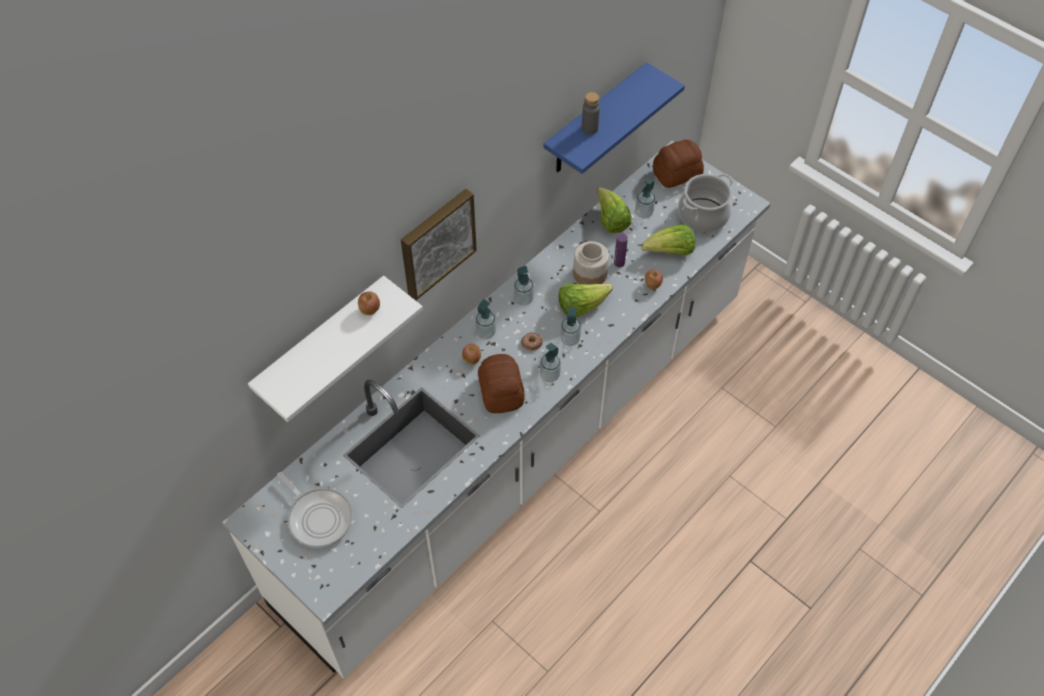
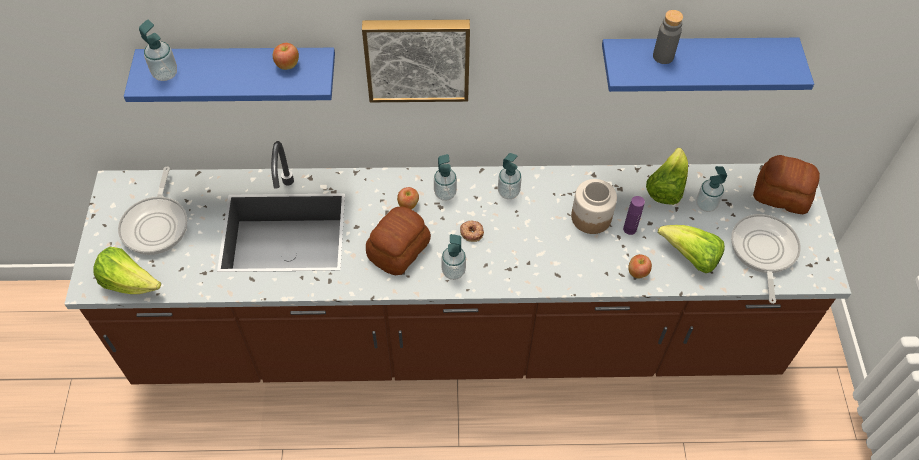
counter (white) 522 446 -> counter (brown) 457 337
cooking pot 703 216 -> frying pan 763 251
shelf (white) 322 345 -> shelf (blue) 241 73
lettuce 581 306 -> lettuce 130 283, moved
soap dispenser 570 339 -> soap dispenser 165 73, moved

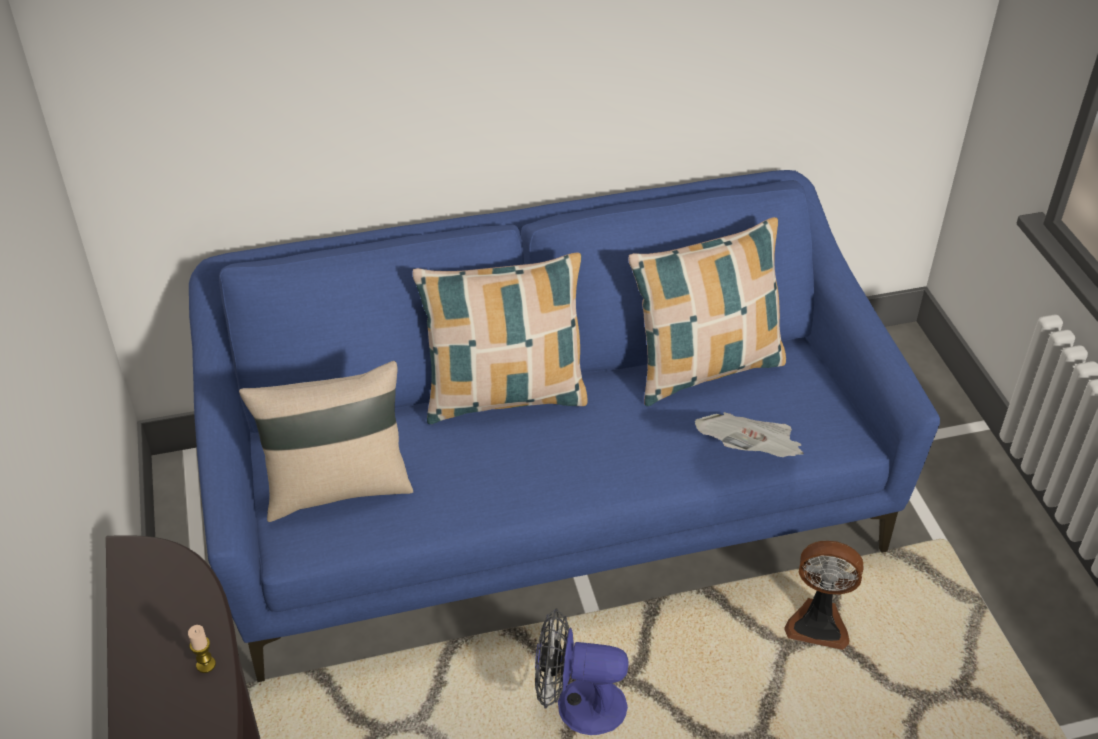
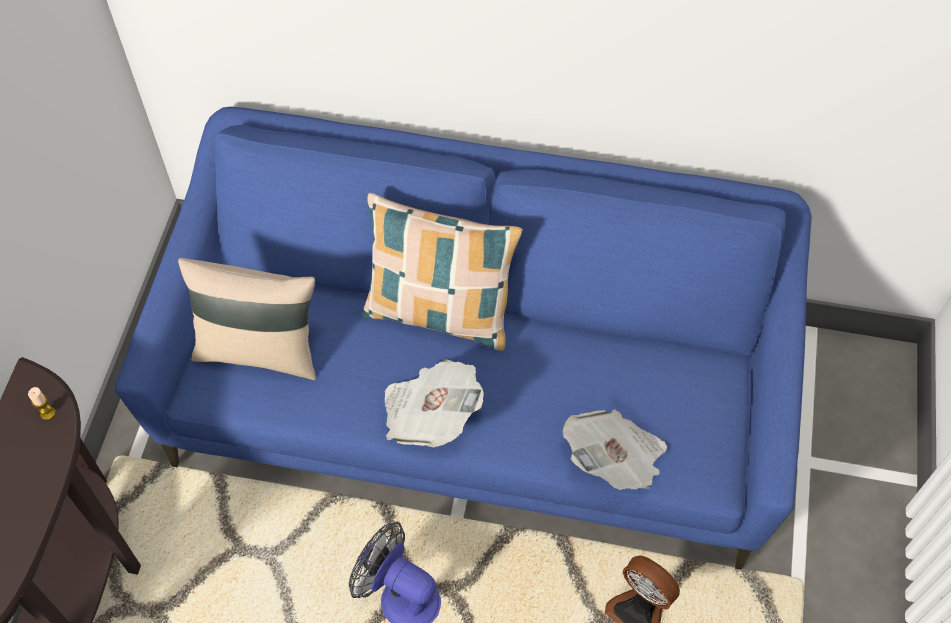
pillow 705 369 -> none
candle 206 664 -> candle 48 413, moved
none -> newspaper 430 415

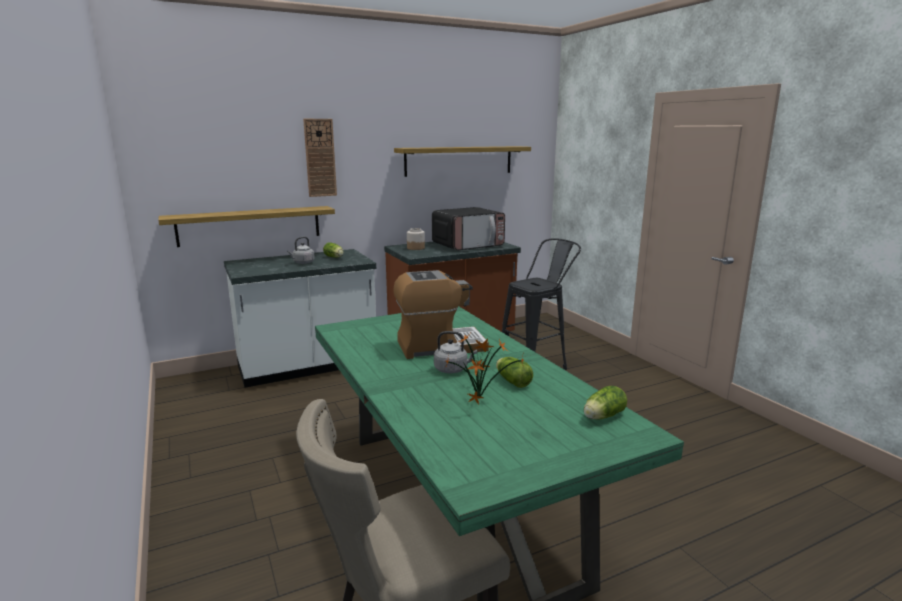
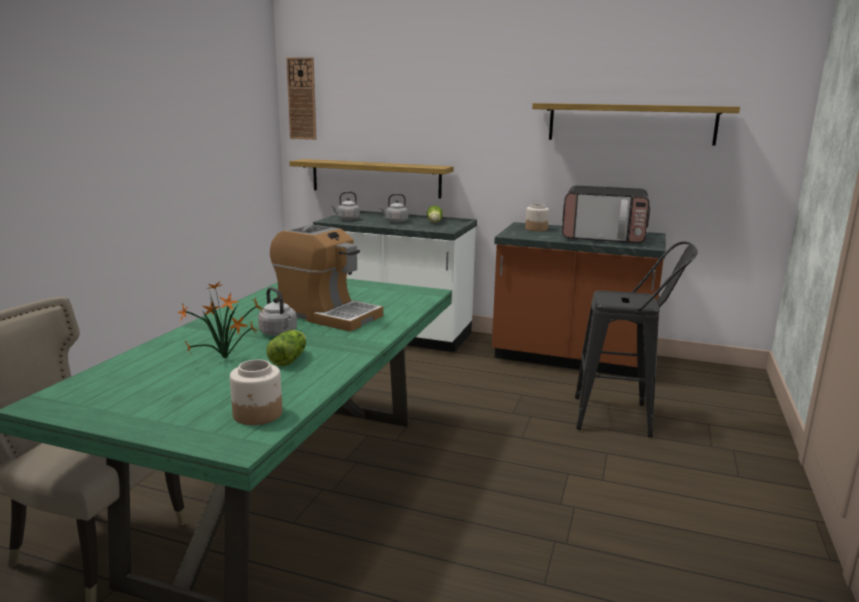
wall clock 320 158 -> wall clock 302 99, moved
lettuce 602 416 -> jar 258 414
none -> kettle (grey) 347 219

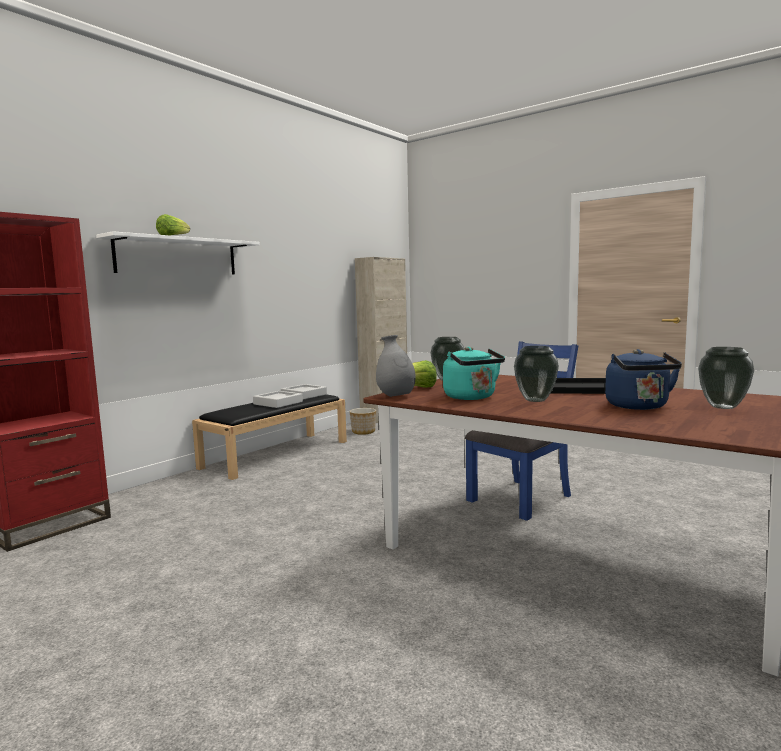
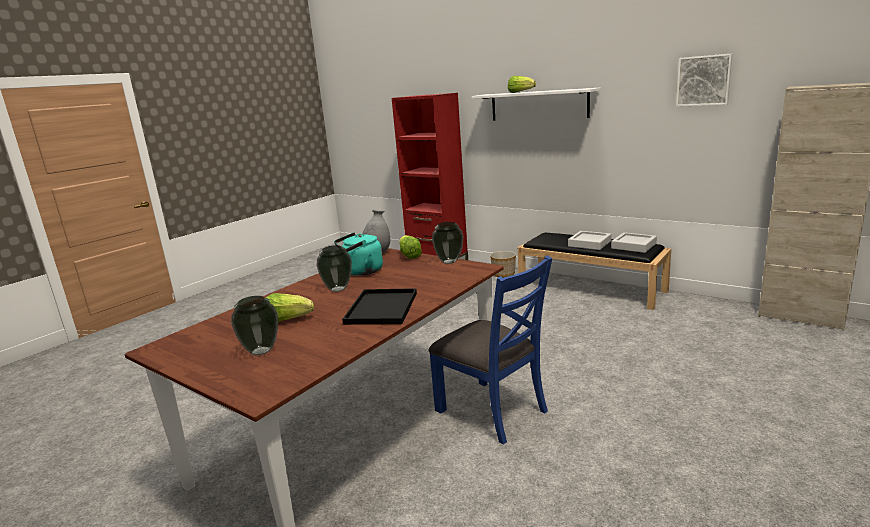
kettle (blue) 639 407 -> lettuce 287 320
planter 363 432 -> planter 504 274, moved
none -> picture 704 80

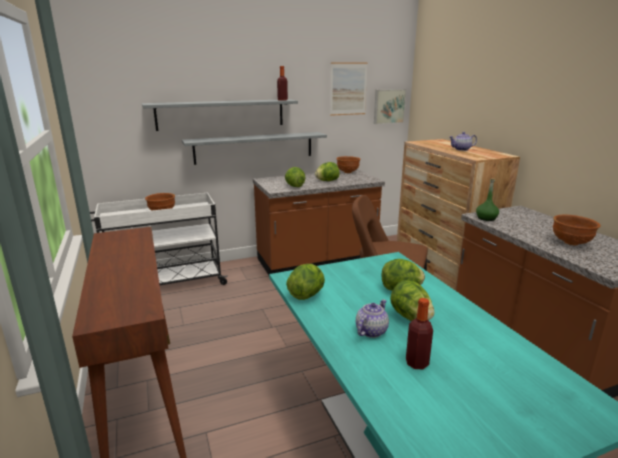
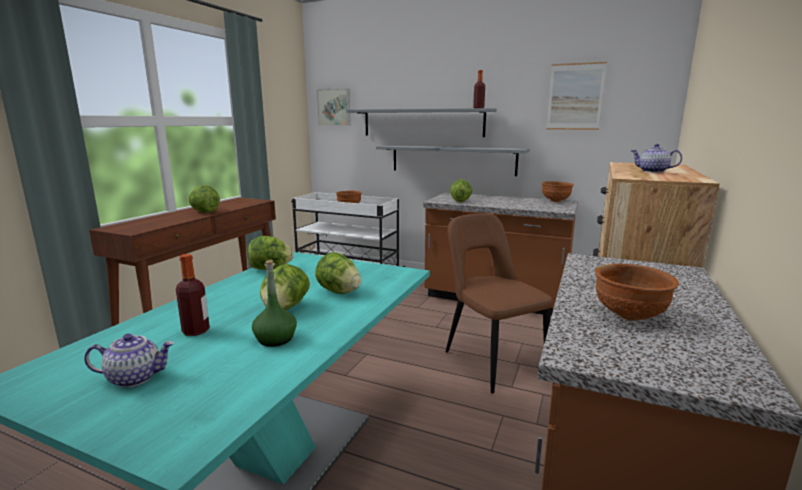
picture 388 106 -> picture 334 107, moved
lettuce 327 181 -> lettuce 204 212, moved
bottle (green) 486 218 -> bottle (green) 275 339, moved
teapot 371 331 -> teapot 135 377, moved

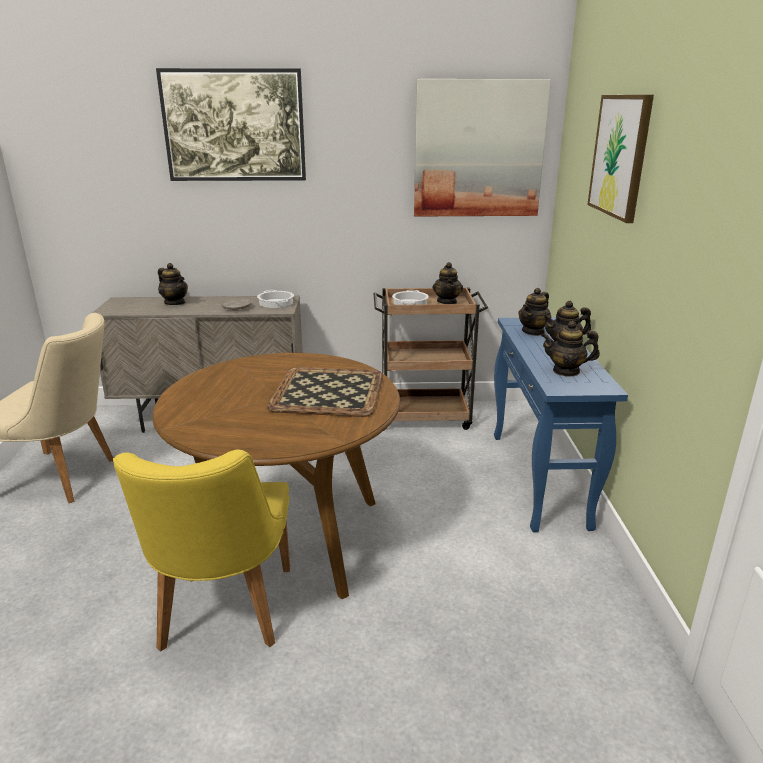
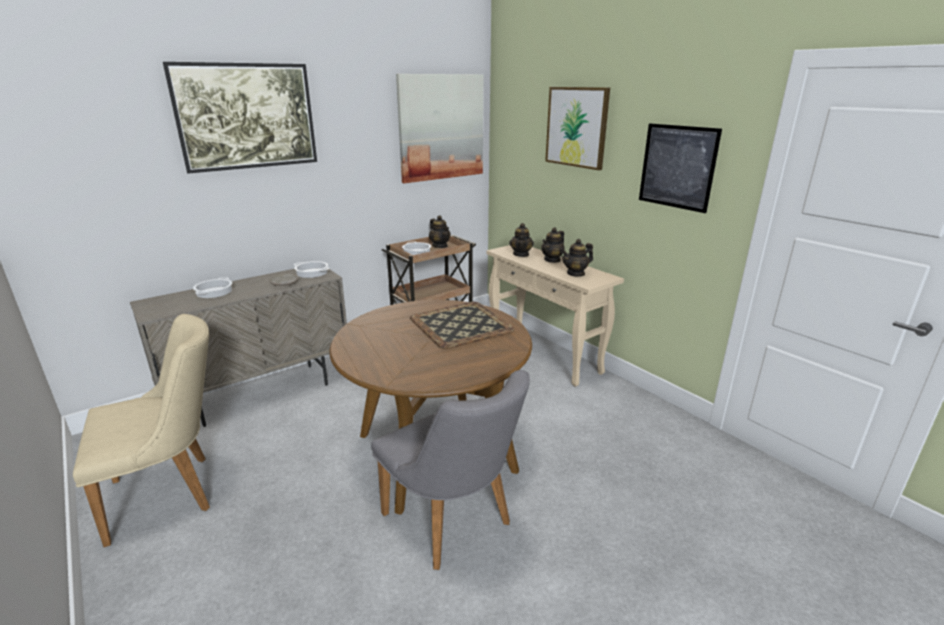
teapot 175 303 -> cooking pot 214 292
console table (blue) 539 479 -> console table (beige) 545 355
chair (yellow) 222 617 -> chair (grey) 454 524
none -> picture 677 167

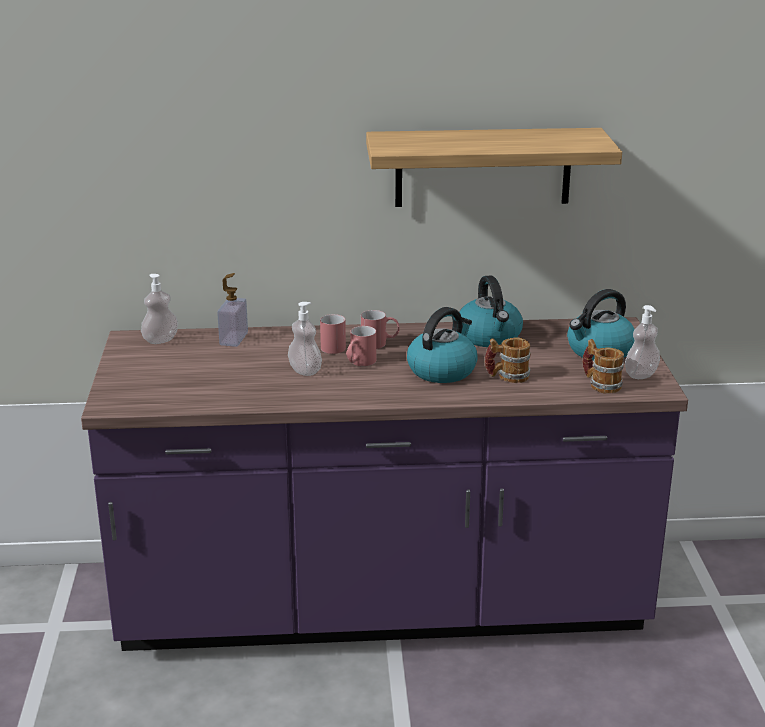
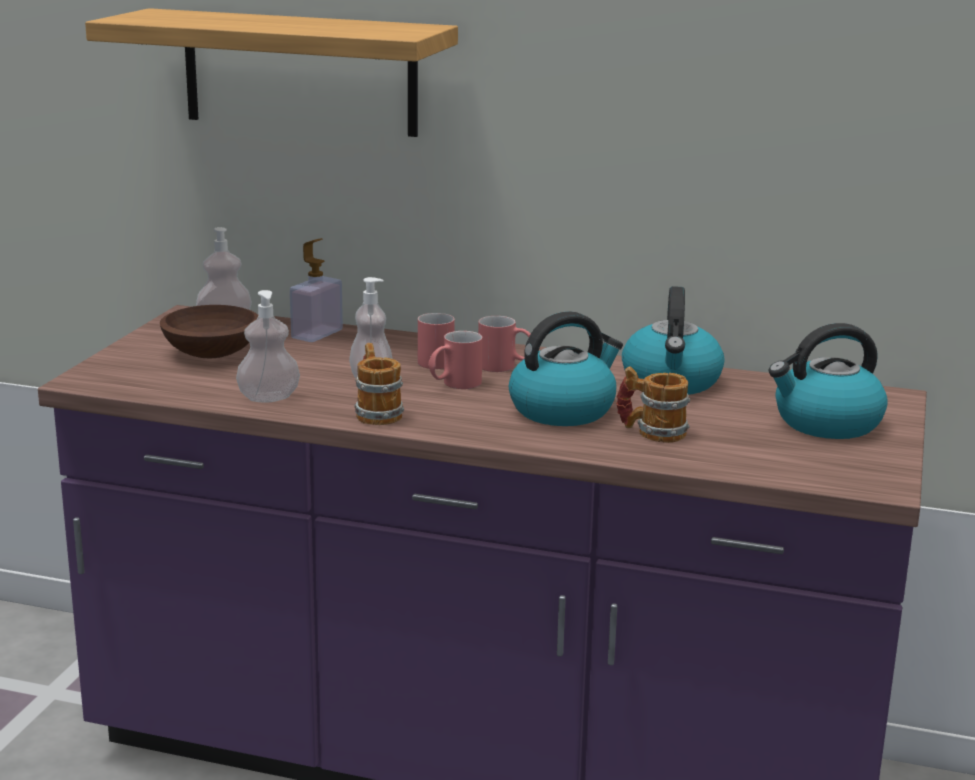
shelf 483 167 -> shelf 300 72, moved
soap dispenser 641 375 -> soap dispenser 269 398, moved
mug 600 384 -> mug 376 413, moved
none -> bowl (brown) 211 353

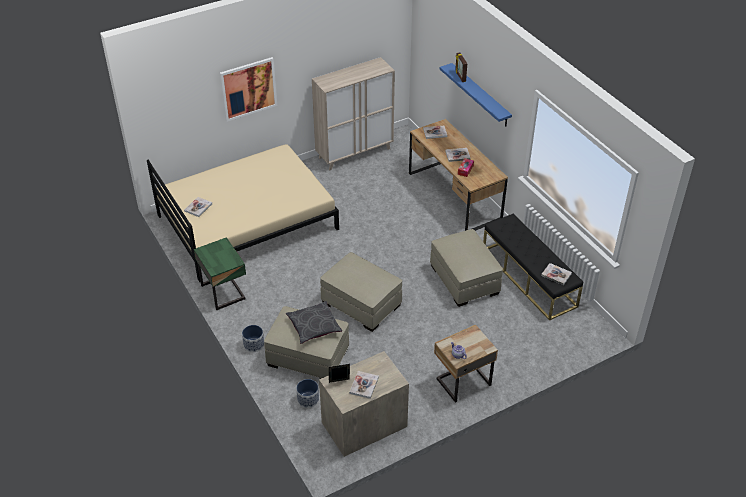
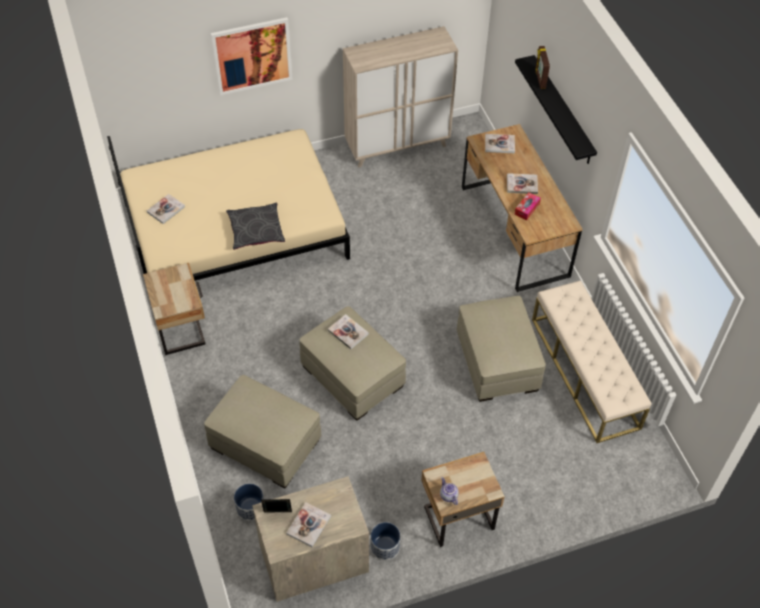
shelf (blue) 480 95 -> shelf (black) 562 111
bench (black) 529 278 -> bench (beige) 585 373
nightstand (green) 224 292 -> nightstand (beige) 181 329
book 556 274 -> book 348 332, moved
pillow (grey) 314 326 -> pillow (grey) 256 231, moved
planter 253 345 -> planter 384 547, moved

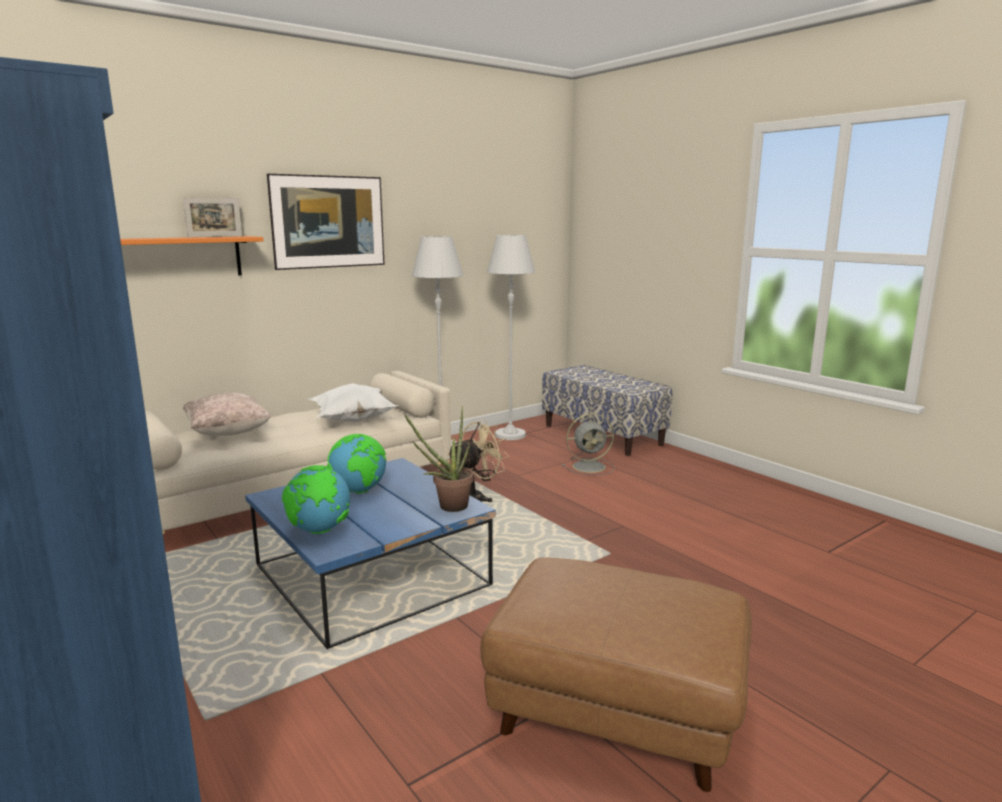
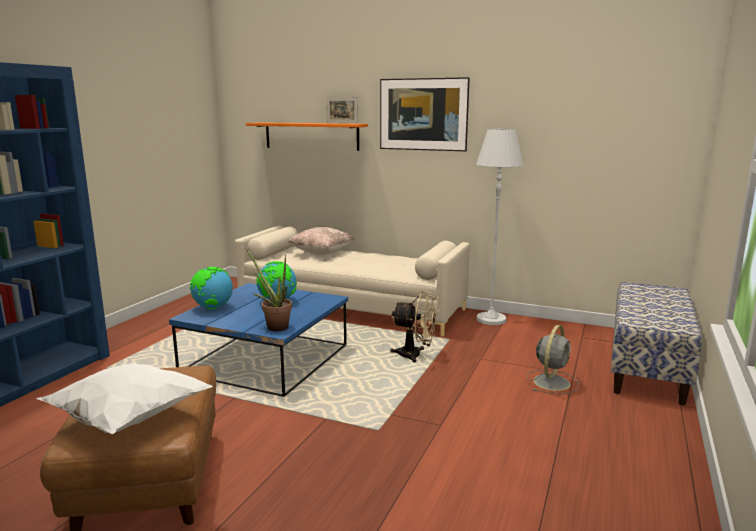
floor lamp (white) 510 435 -> none
pillow (white) 352 421 -> pillow (white) 127 419, moved
fan (grey) 590 466 -> fan (grey) 552 382, 105 degrees counterclockwise

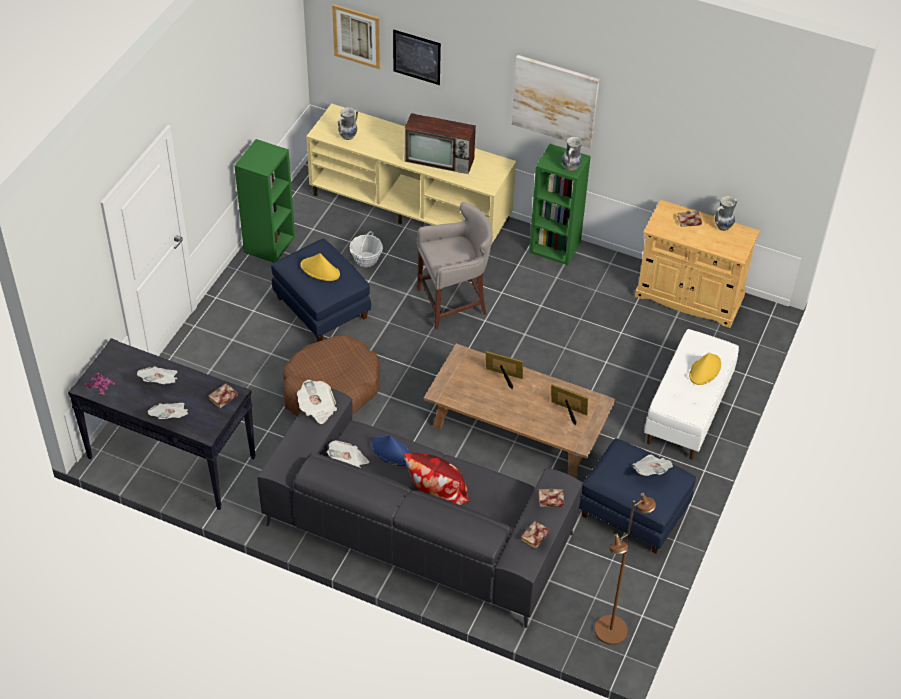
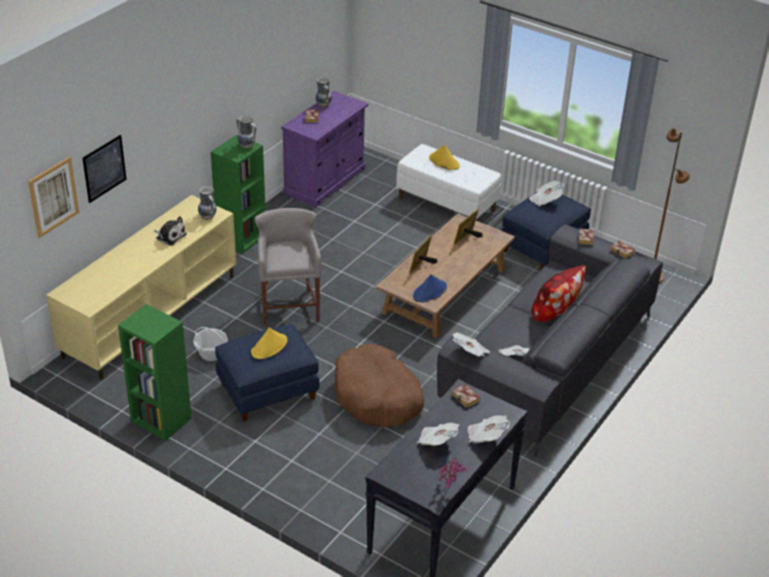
picture 555 101 -> none
vase 348 136 -> vase 208 216, moved
television 441 160 -> plush toy 170 236
cabinet (beige) 689 296 -> cabinet (purple) 325 181
hat (blue) 391 452 -> hat (blue) 429 292, moved

